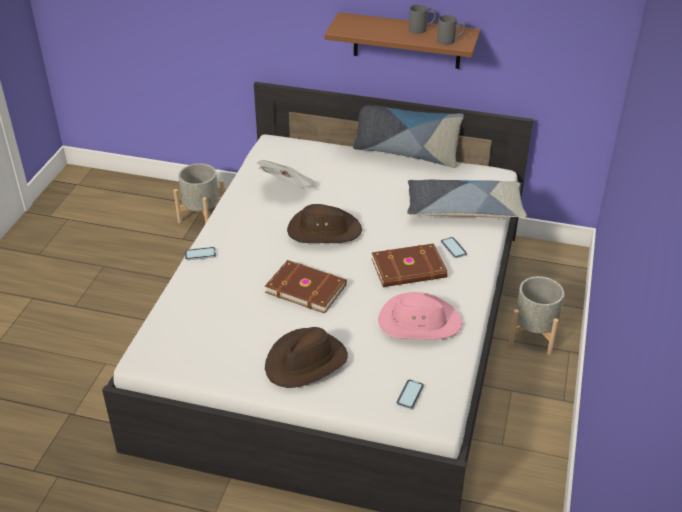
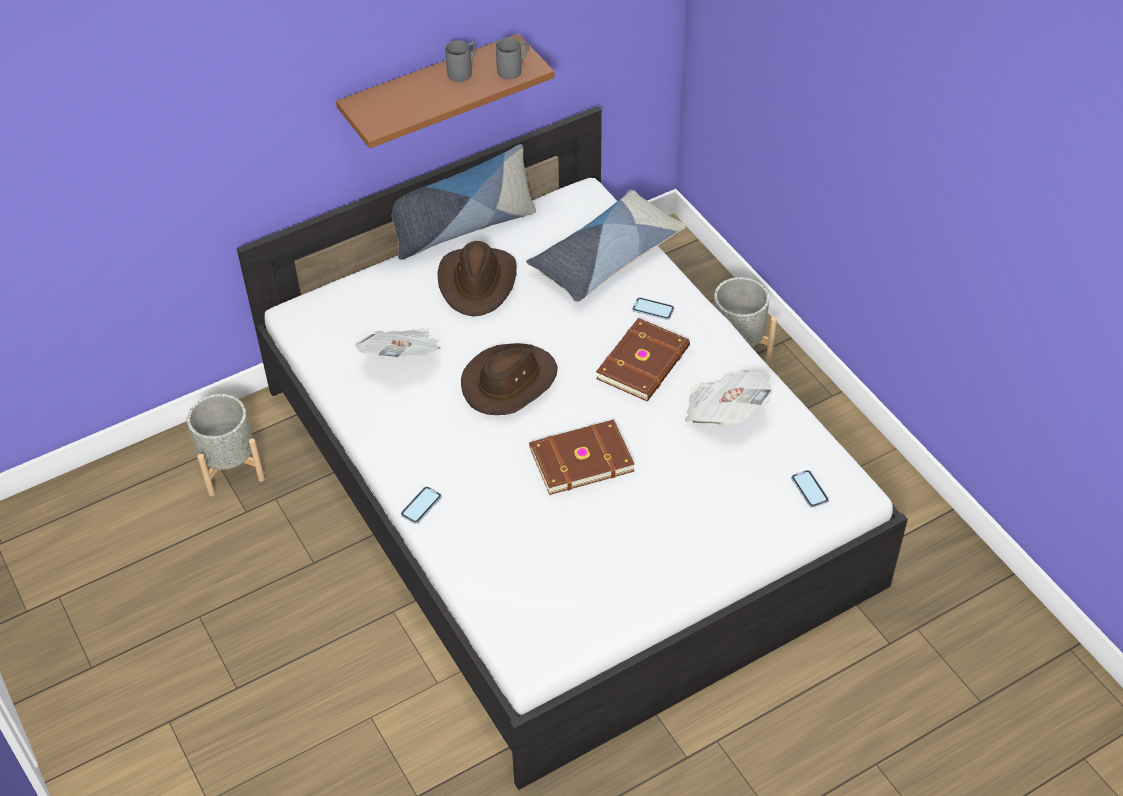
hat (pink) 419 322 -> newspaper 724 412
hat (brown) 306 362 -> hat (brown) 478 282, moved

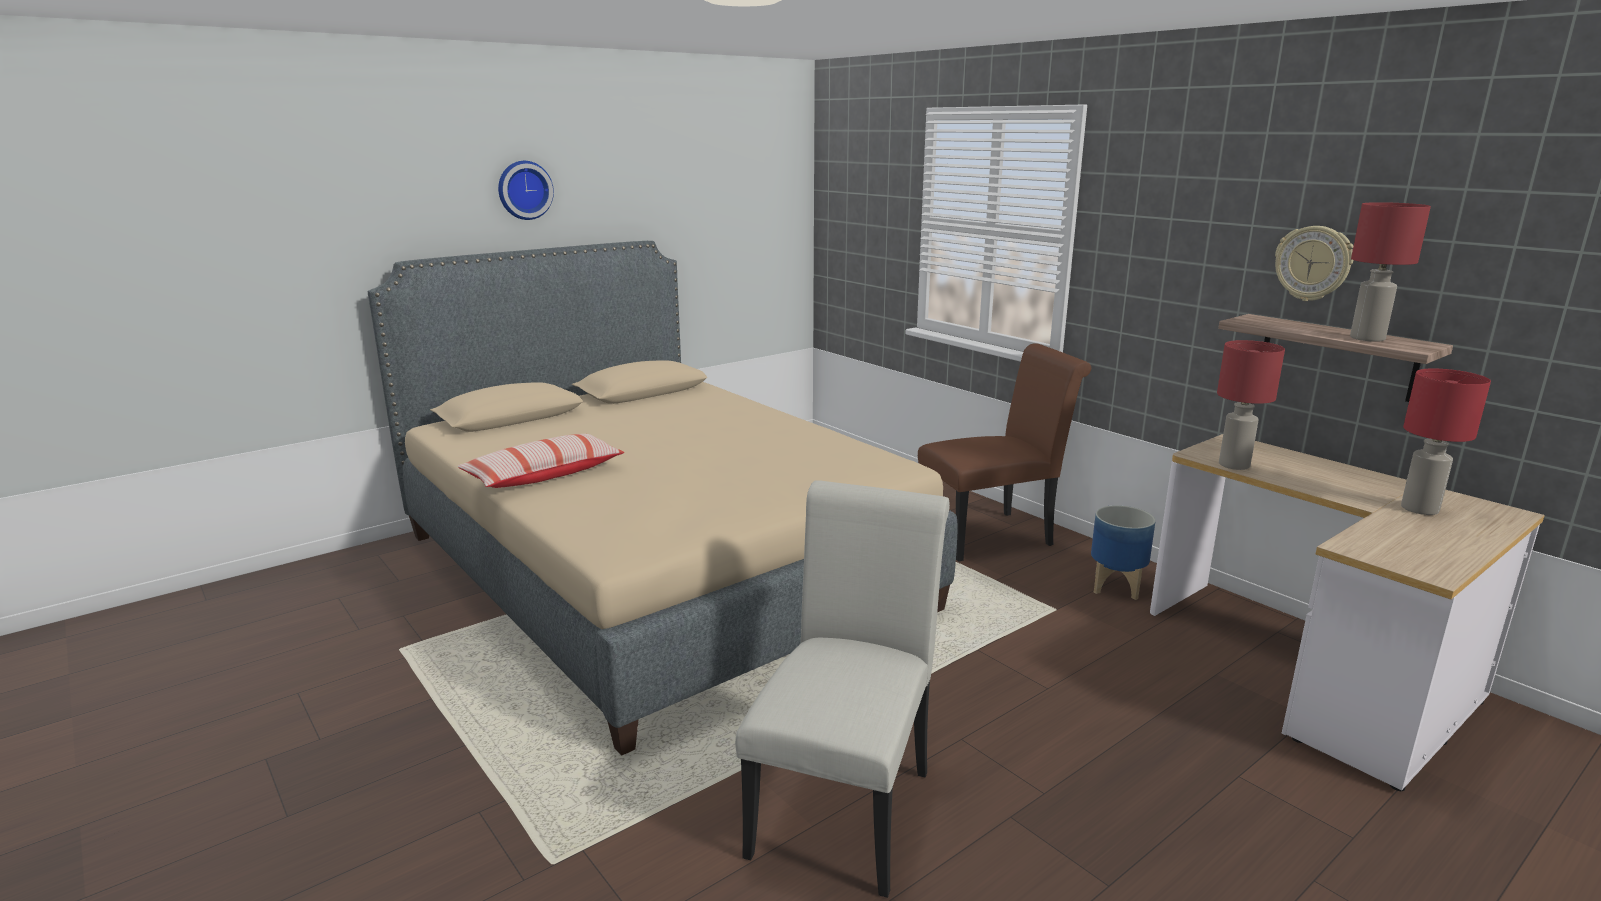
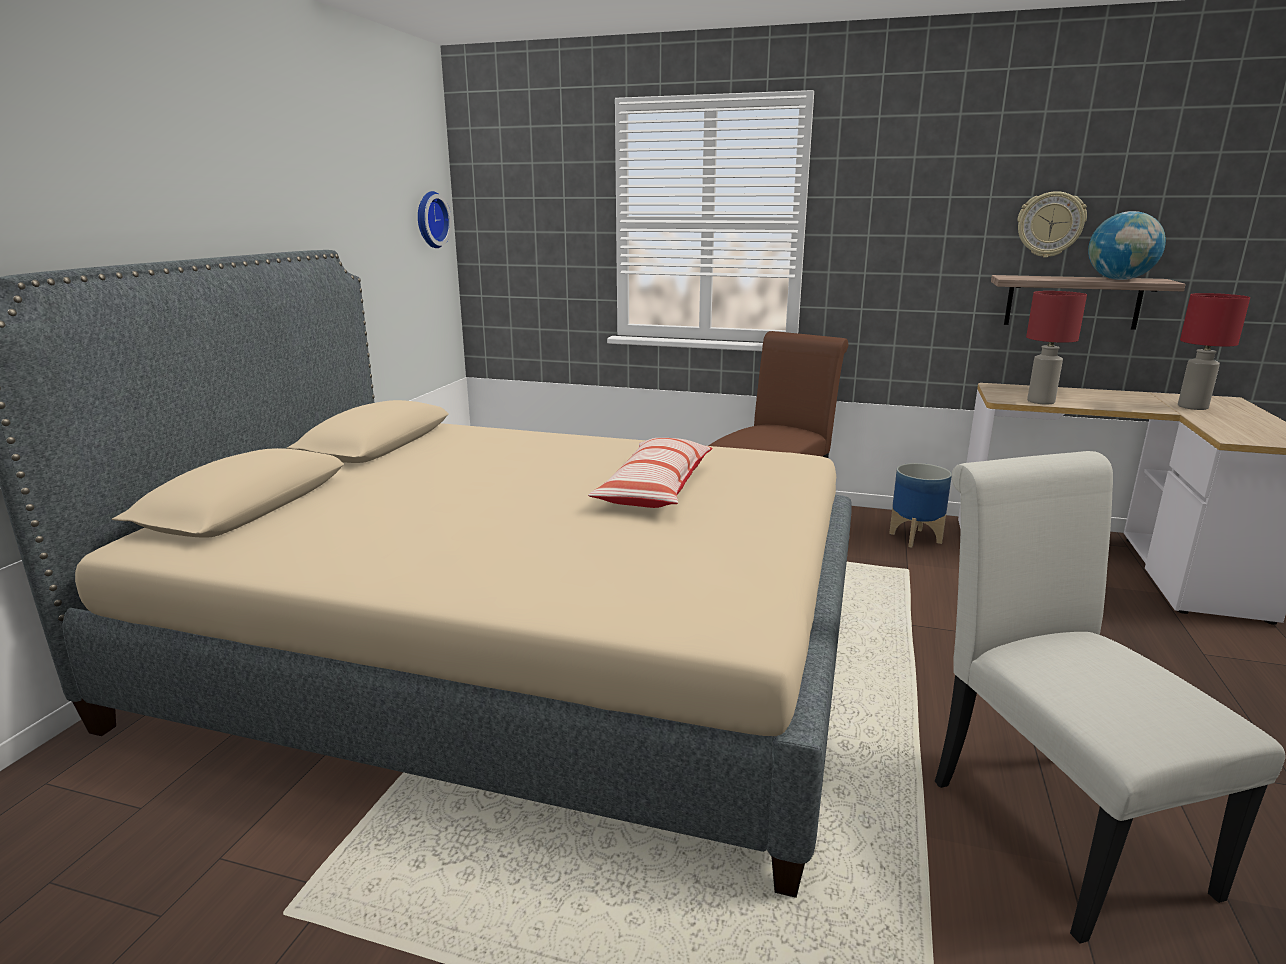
wall clock 524 190 -> wall clock 430 220, moved
table lamp (red) 1367 339 -> globe 1119 279
pillow 544 475 -> pillow 655 489, moved

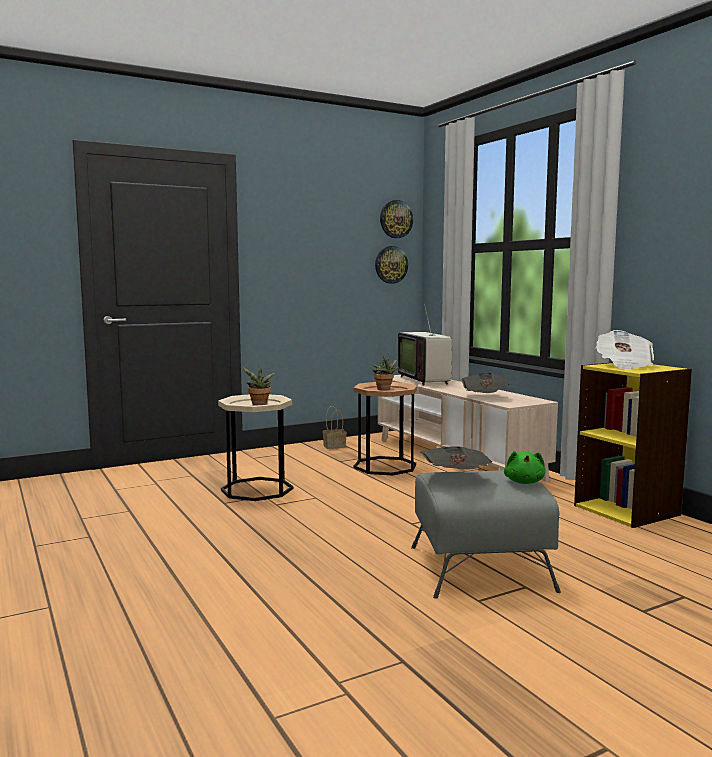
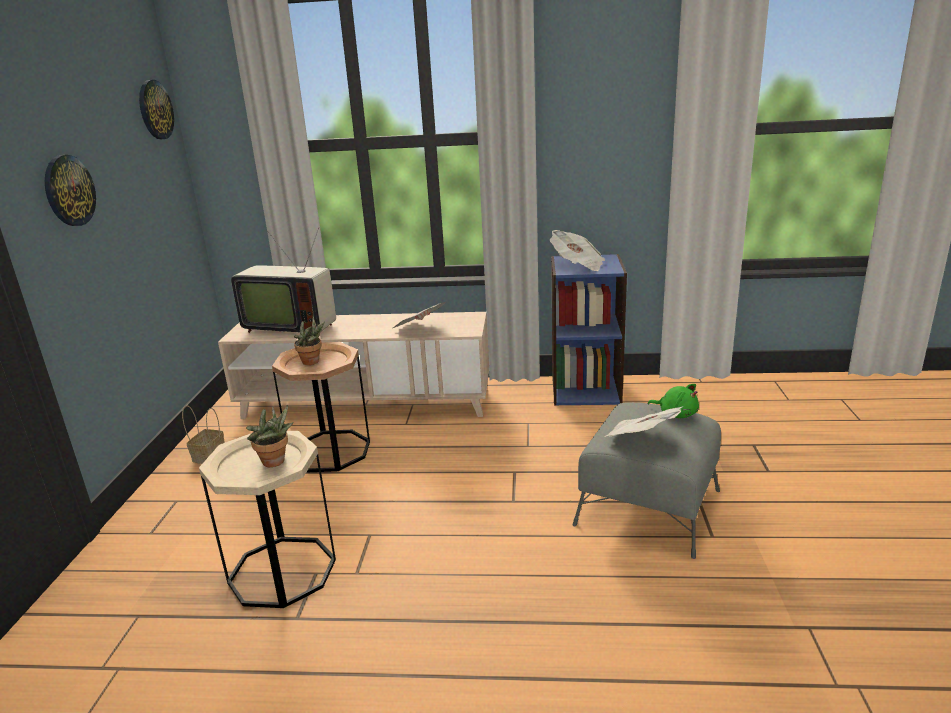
wall clock 391 264 -> wall clock 69 190, moved
bookcase (yellow) 627 510 -> bookcase (blue) 585 390

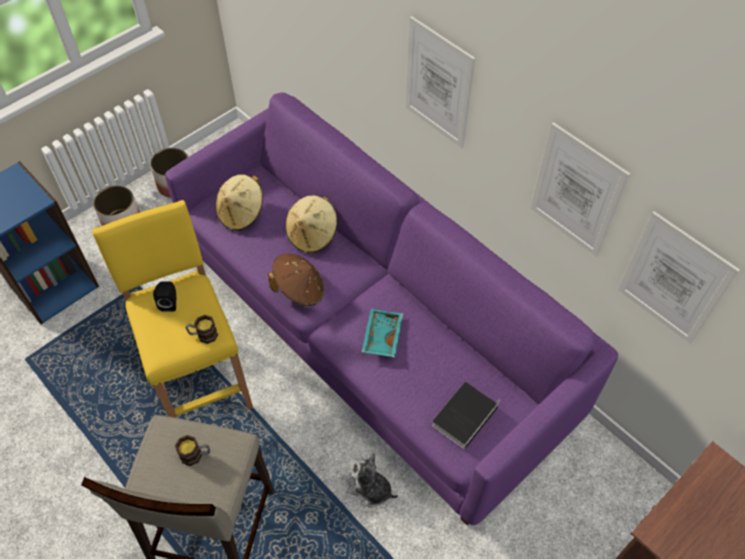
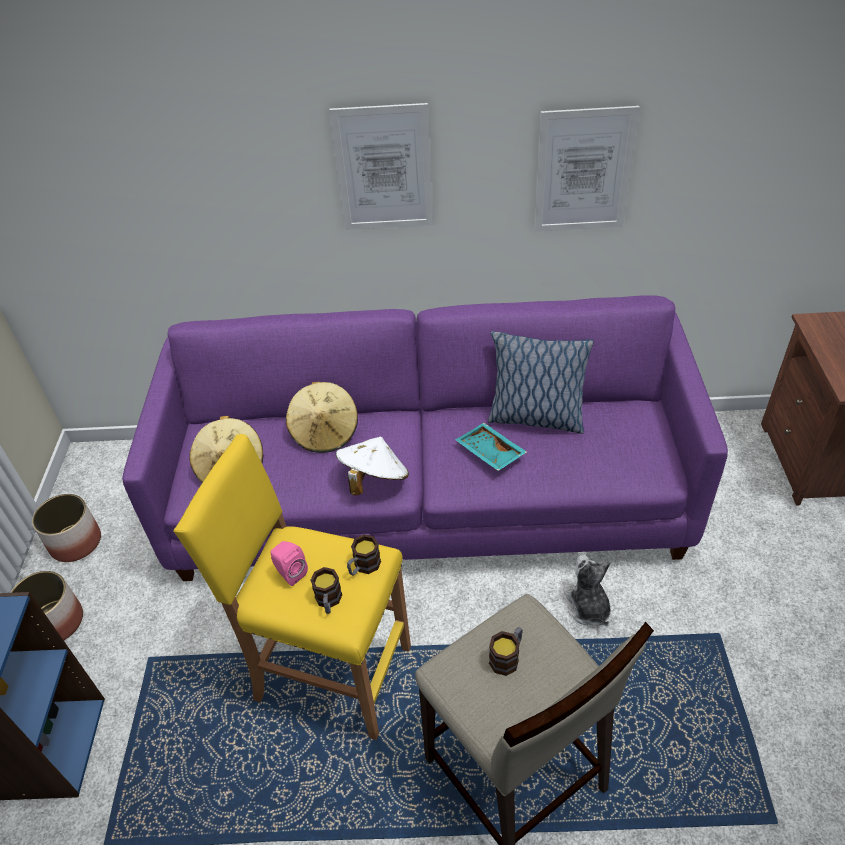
picture 674 279 -> none
hat (brown) 299 290 -> hat (white) 374 479
speaker (black) 170 303 -> speaker (pink) 290 573
book 465 415 -> none
plush toy 370 490 -> plush toy 587 607, 90 degrees clockwise
none -> pillow 535 418
none -> mug 328 601

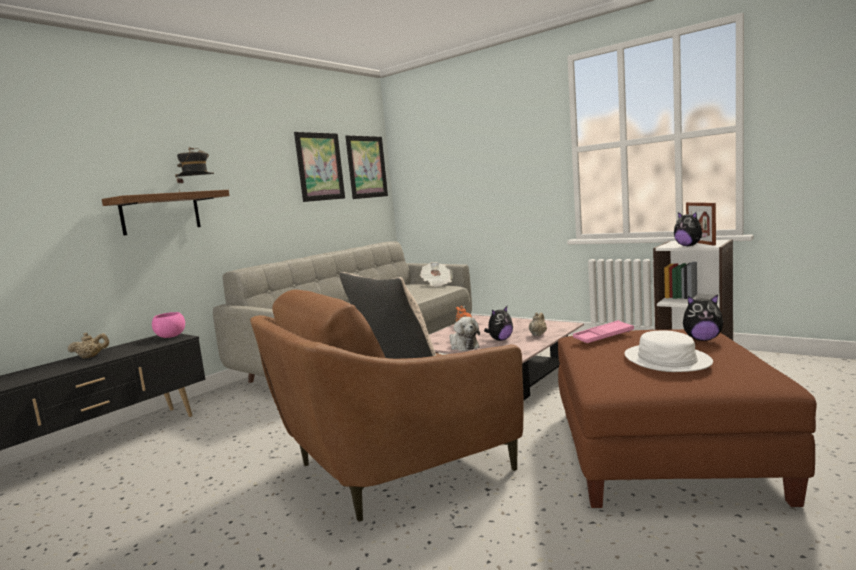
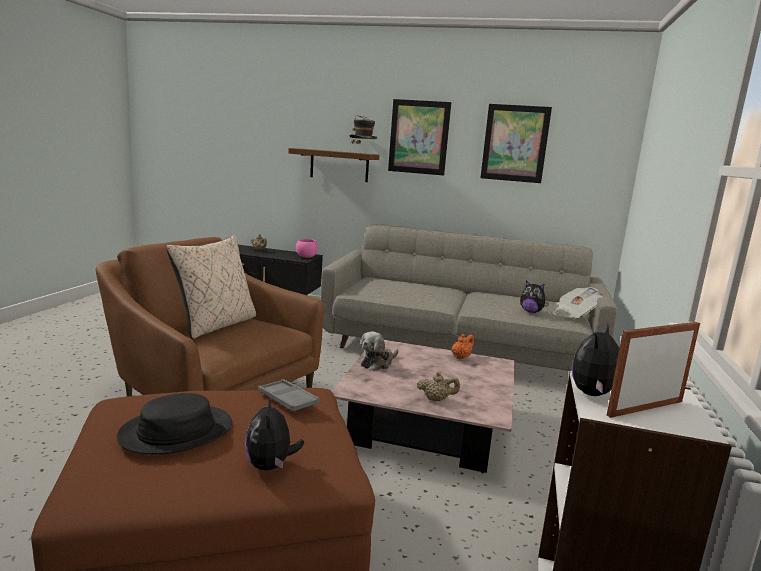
picture 366 167 -> picture 419 137, moved
plush toy 500 340 -> plush toy 531 312, moved
tray (pink) 603 336 -> tray (grey) 287 400
hat (white) 666 360 -> hat (black) 176 431

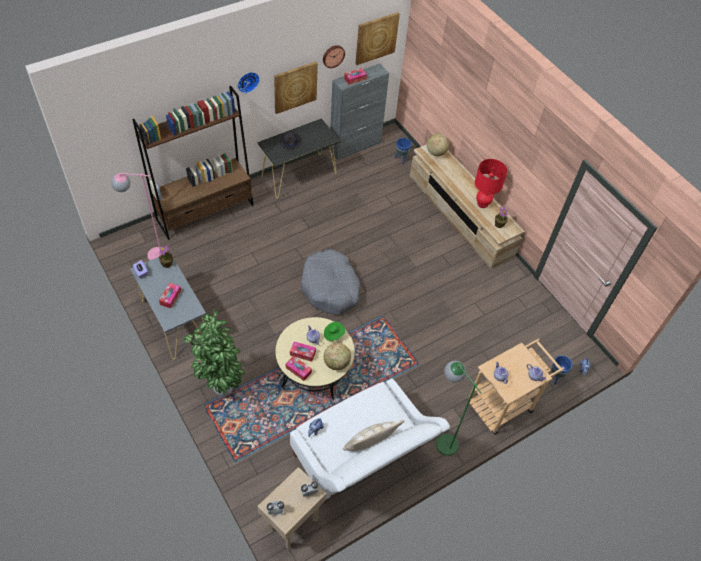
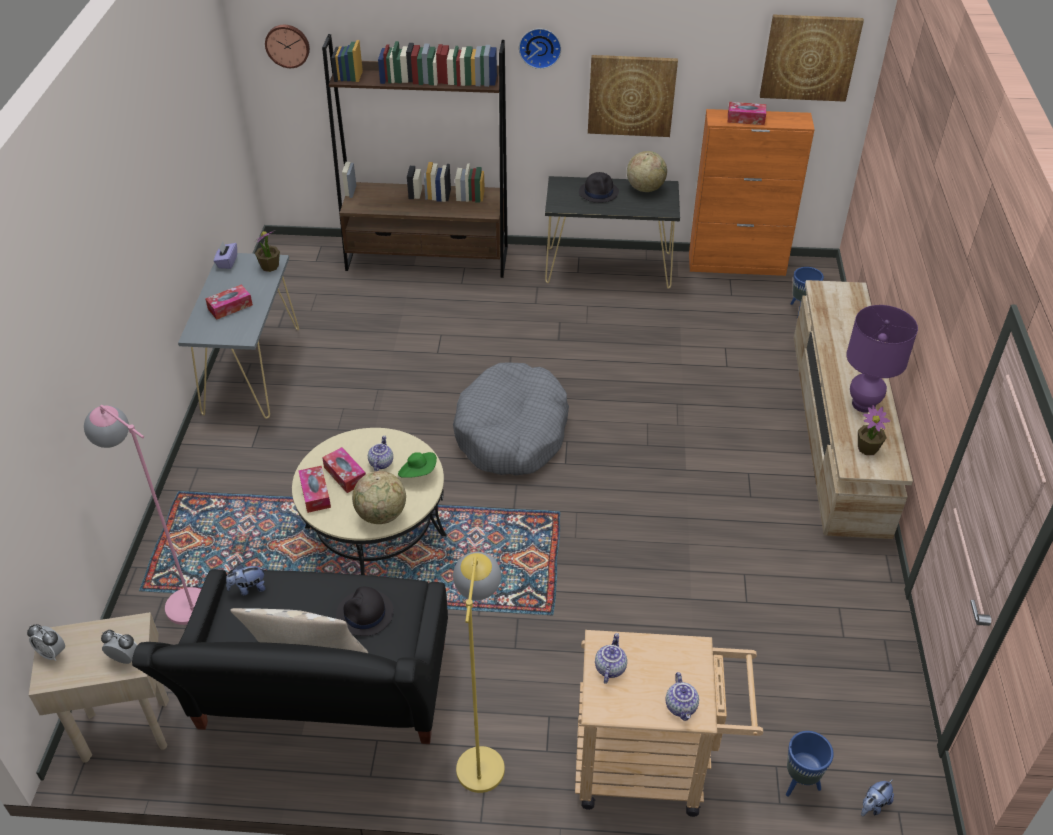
wall clock 333 56 -> wall clock 287 45, moved
cabinet (grey) 355 146 -> cabinet (orange) 737 264
globe 436 152 -> globe 645 188, moved
table lamp (red) 482 204 -> table lamp (purple) 863 404
floor lamp (pink) 150 255 -> floor lamp (pink) 177 599, moved
potted plant 221 390 -> none
floor lamp (green) 442 438 -> floor lamp (yellow) 481 754
sofa (white) 361 457 -> sofa (black) 321 699
none -> hat (black) 365 614

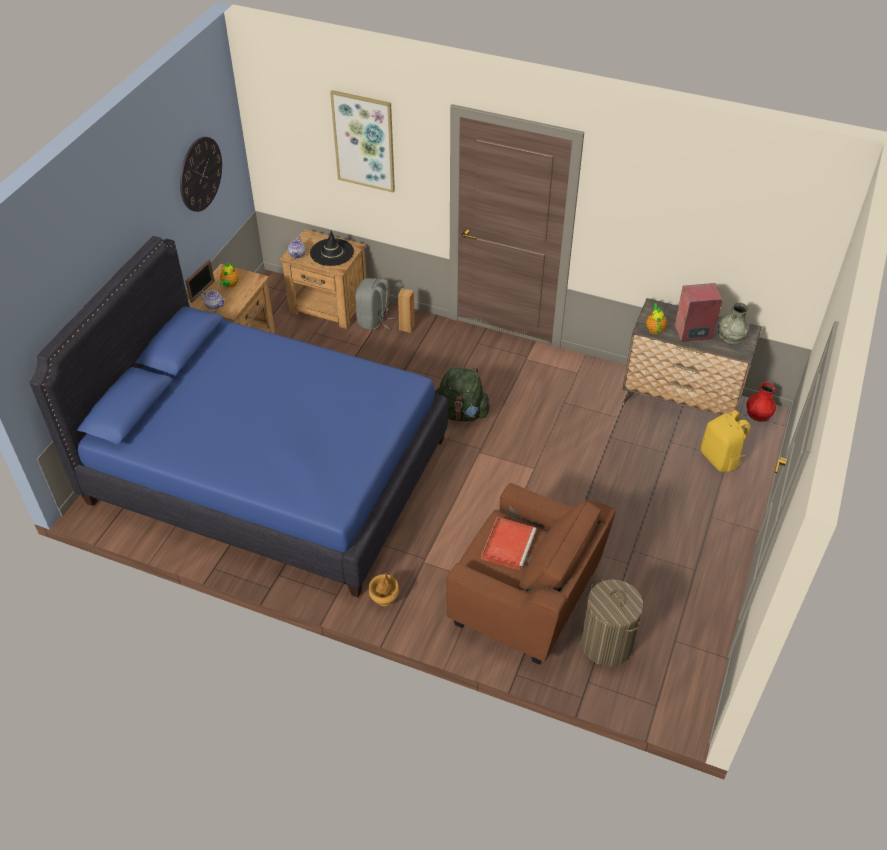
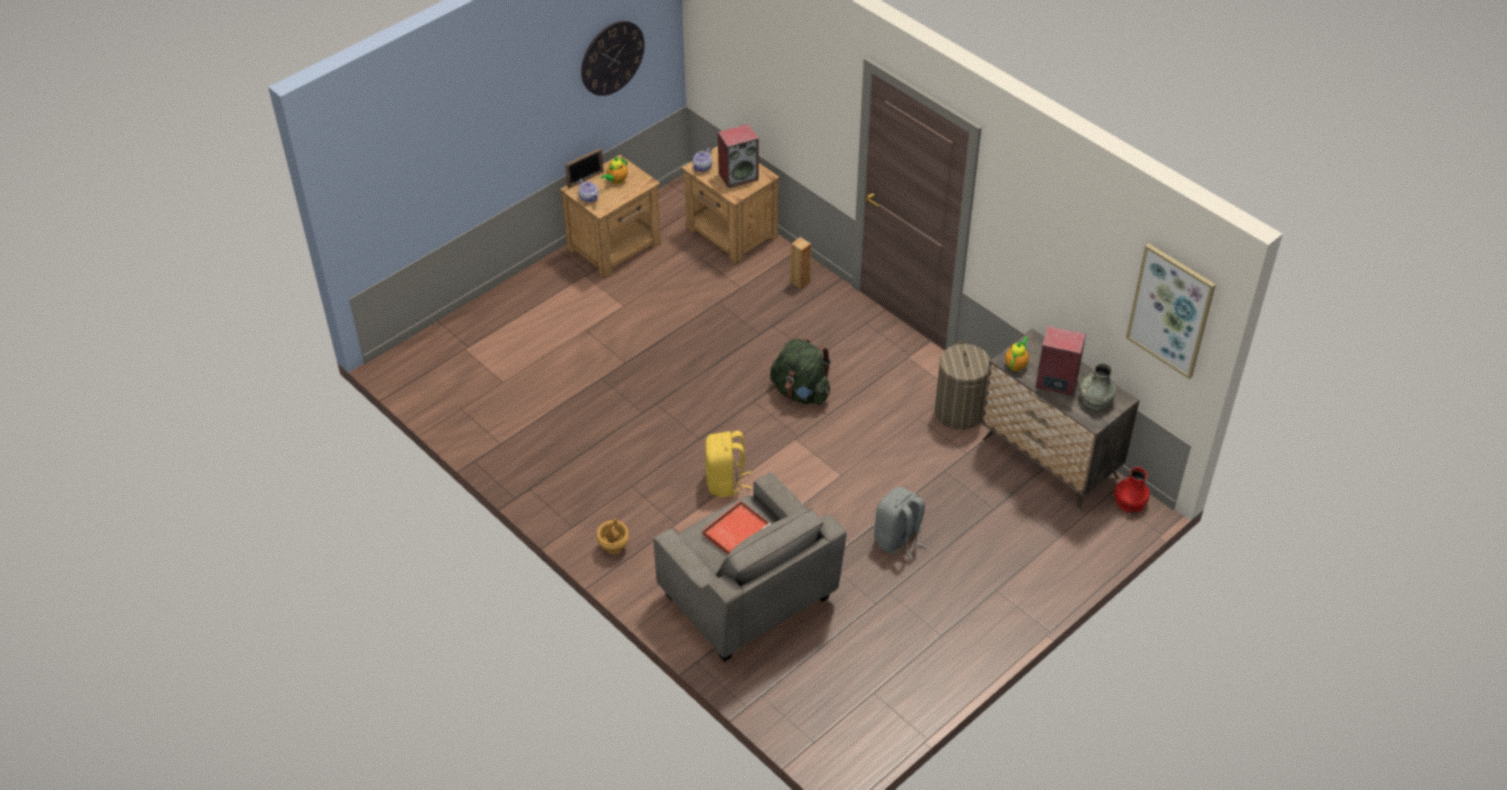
picture 364 141 -> picture 1171 310, moved
hat (black) 331 252 -> speaker 738 176
bed (blue) 268 471 -> none
backpack (grey) 374 320 -> backpack (grey) 898 540, moved
backpack (yellow) 720 458 -> backpack (yellow) 725 482, moved
armchair (brown) 524 600 -> armchair (grey) 747 598
laundry basket 606 644 -> laundry basket 959 412, moved

